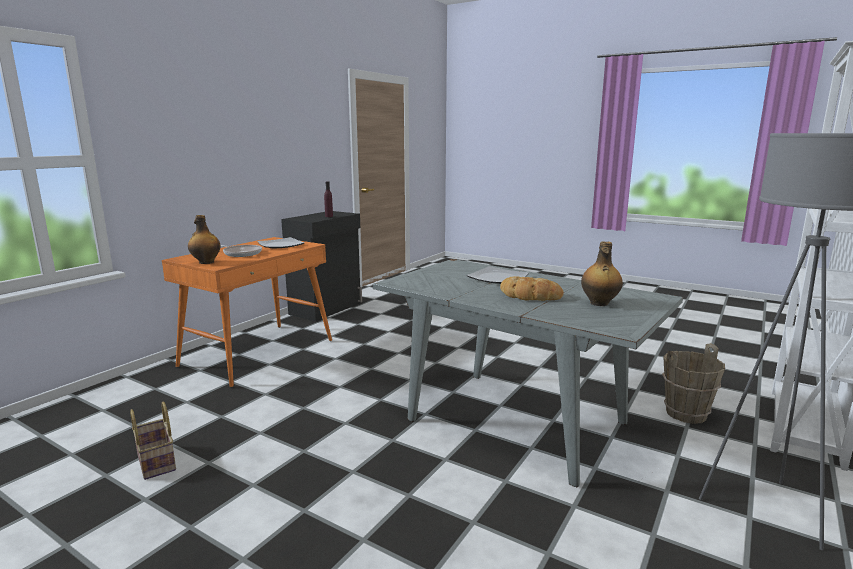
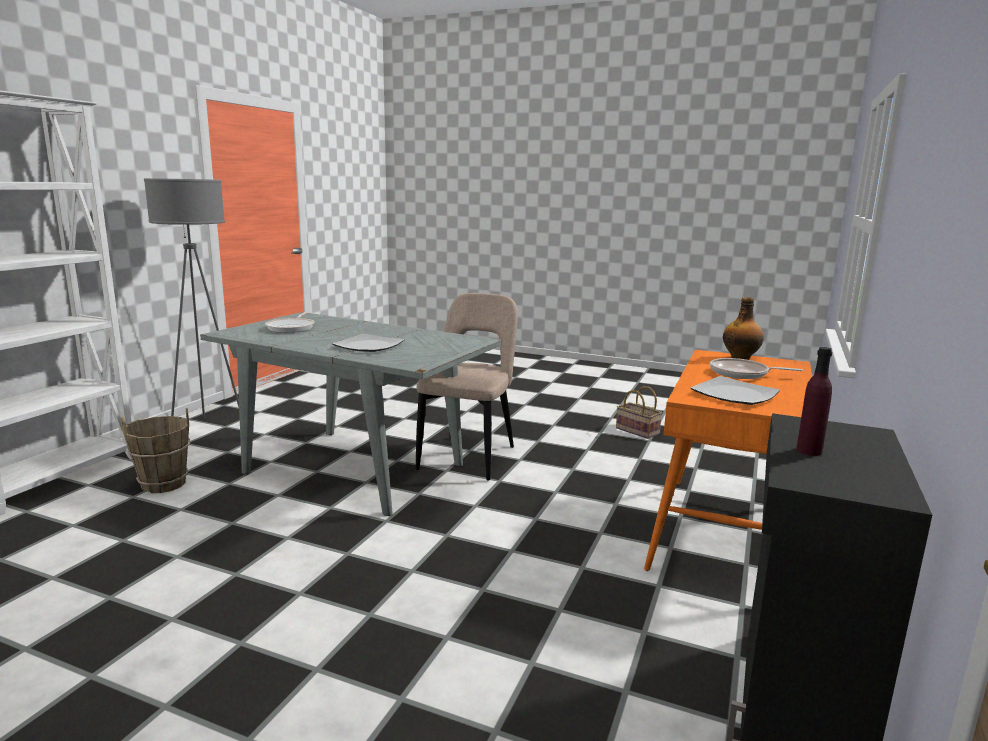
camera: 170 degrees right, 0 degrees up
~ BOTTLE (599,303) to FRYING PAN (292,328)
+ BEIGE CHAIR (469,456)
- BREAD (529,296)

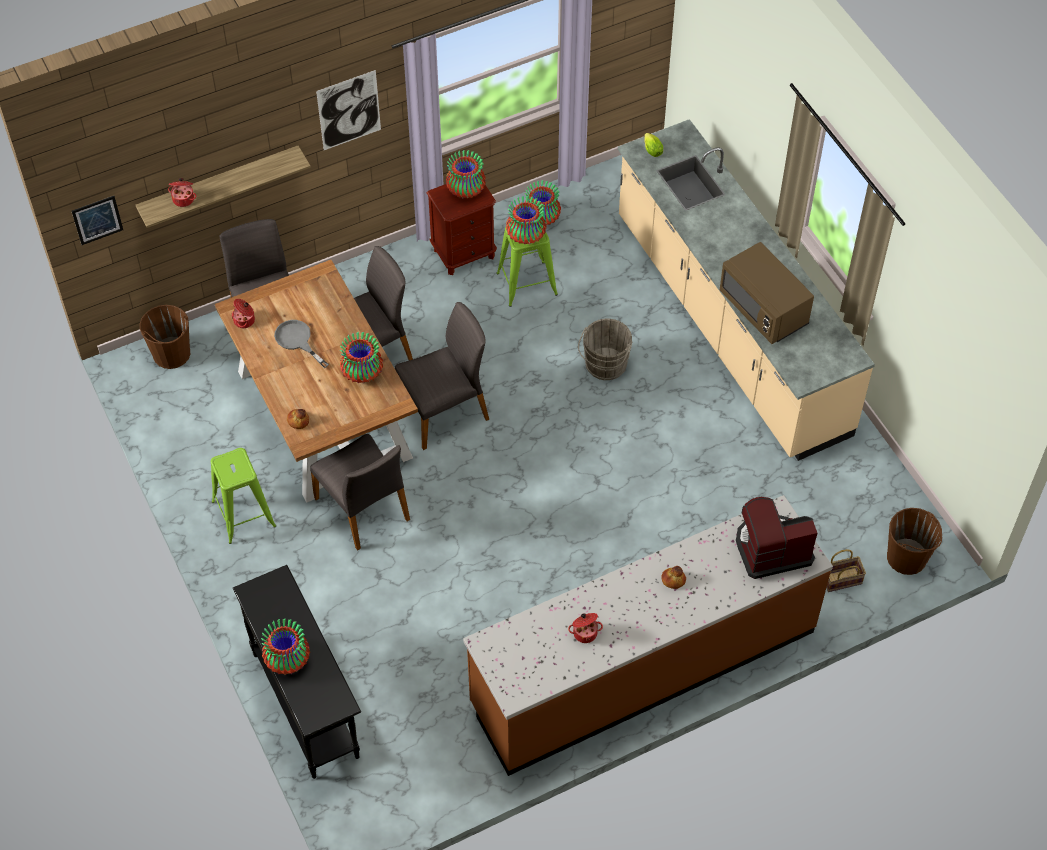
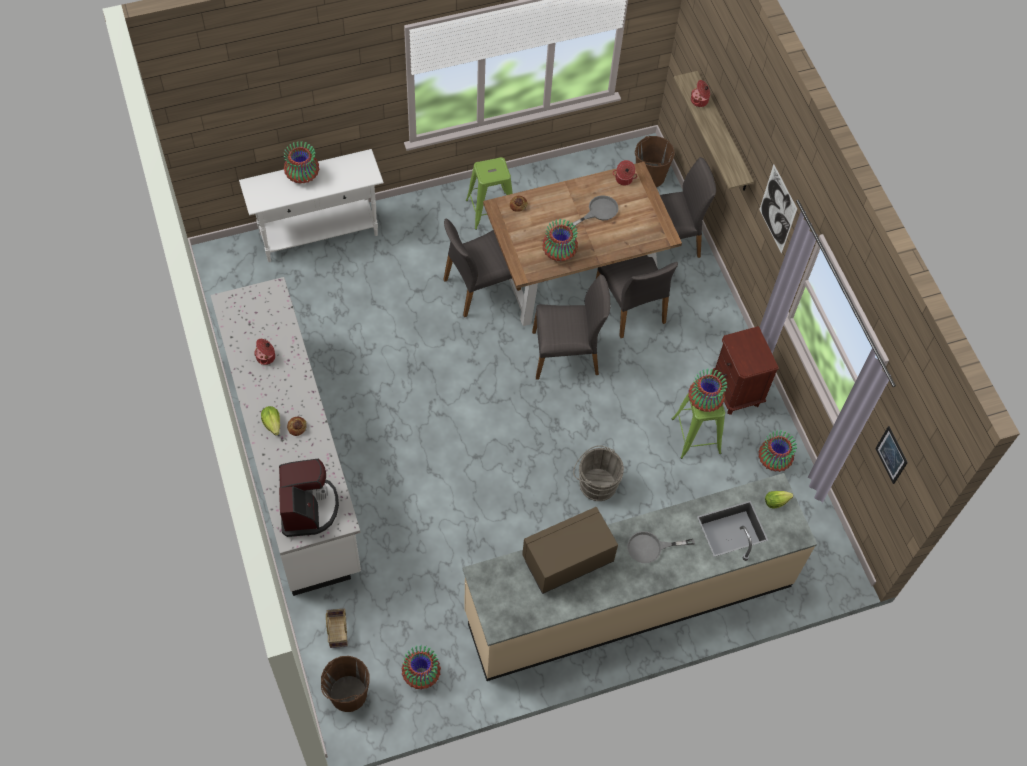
camera: 95 degrees right, 5 degrees up
~ BROWN COUNTER (643,667) to WHITE COUNTER (293,459)
~ BLACK CONSOLE TABLE (306,704) to WHITE CONSOLE TABLE (319,234)
+ LETTUCE (272,424)
~ VASE (466,189) to (421,674)
~ GREY CHAIR (444,411) = (566,354) 75 degrees counterclockwise
+ GREY FRYING PAN (651,548)
~ PICTURE (97,220) to (891,455)

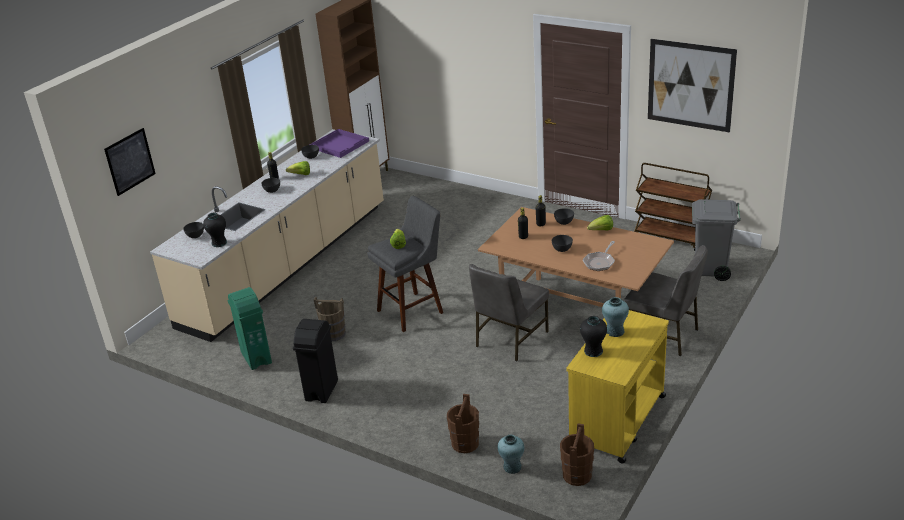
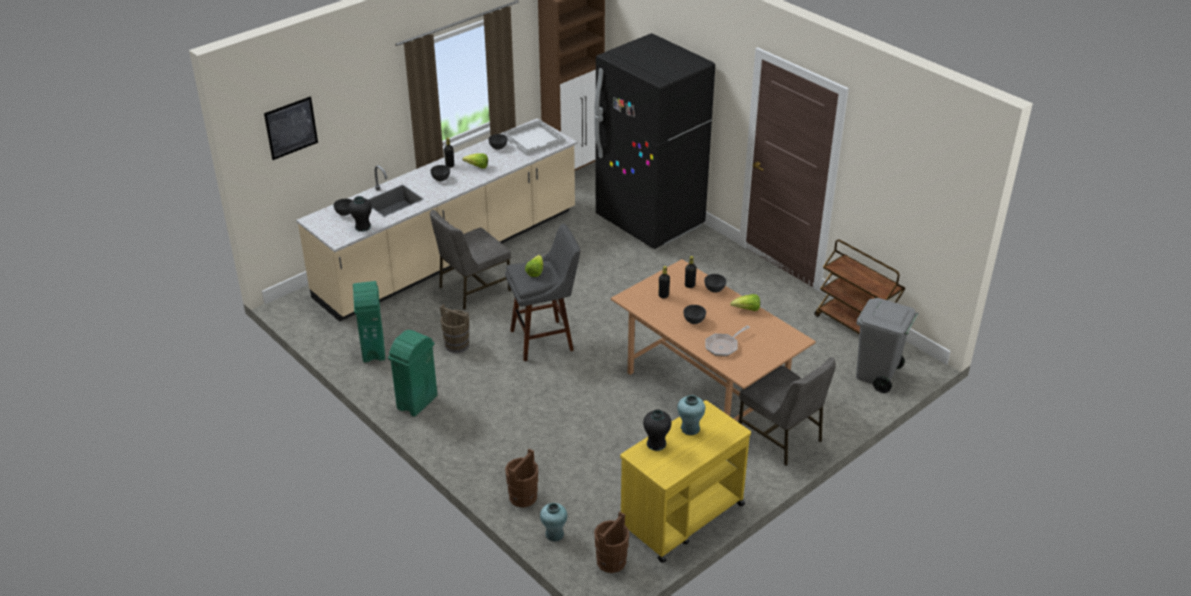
camera: 15 degrees right, 5 degrees up
~ BLACK TRASH CAN (321,391) to GREEN TRASH CAN (416,403)
~ GREY CHAIR (510,339) to (473,289)
~ PURPLE TRAY (340,144) to WHITE TRAY (534,139)
+ BLACK FRIDGE (650,221)
- PICTURE (690,85)

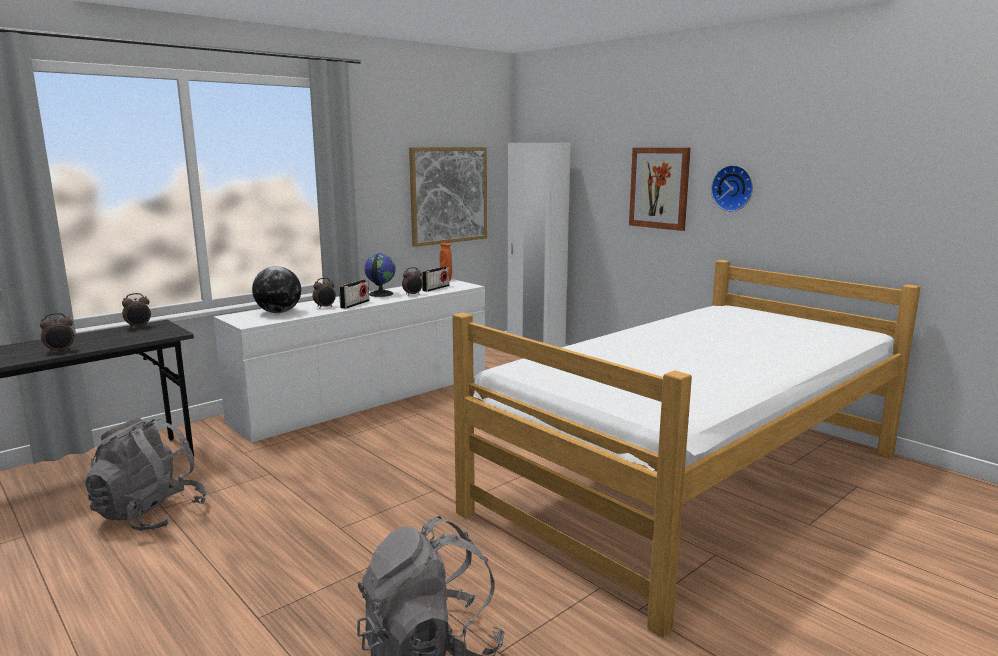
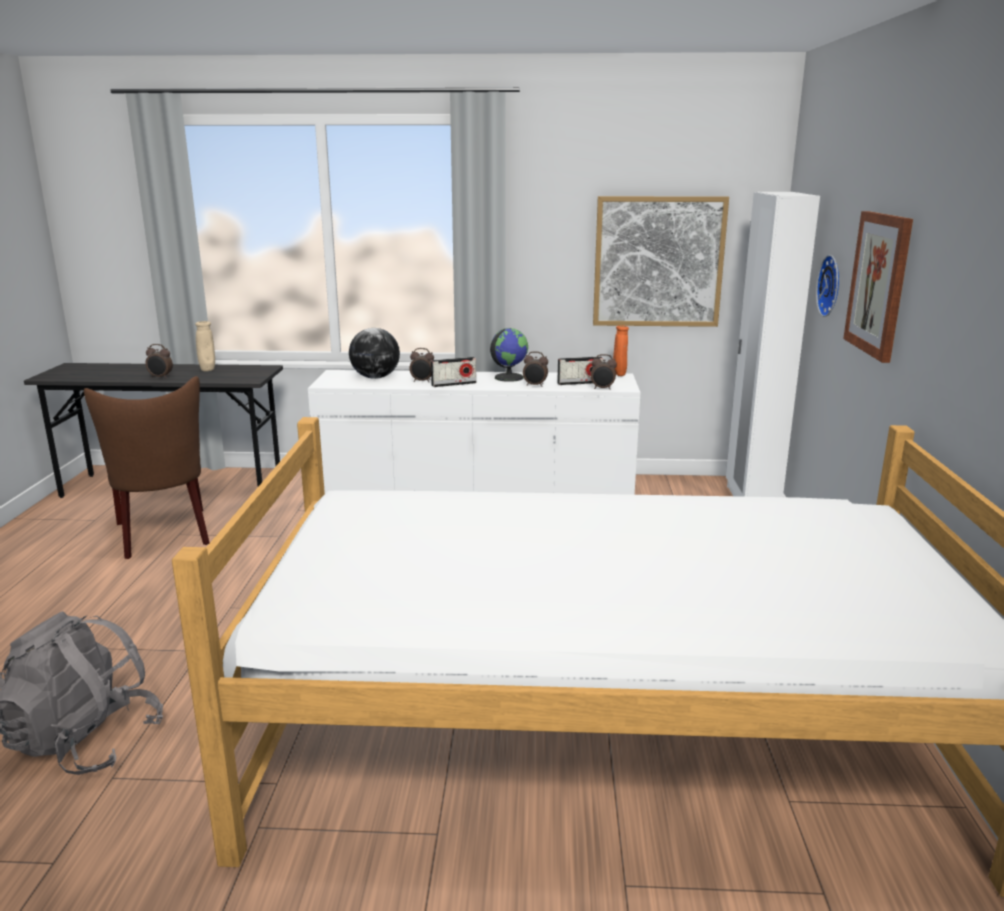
camera: 45 degrees right, 5 degrees up
~ GREY BACKPACK (150,514) to BROWN CHAIR (165,536)
+ BEIGE VASE (208,370)
~ ALARM CLOCK (138,327) to (602,388)
~ WALL CLOCK (733,188) to (832,286)

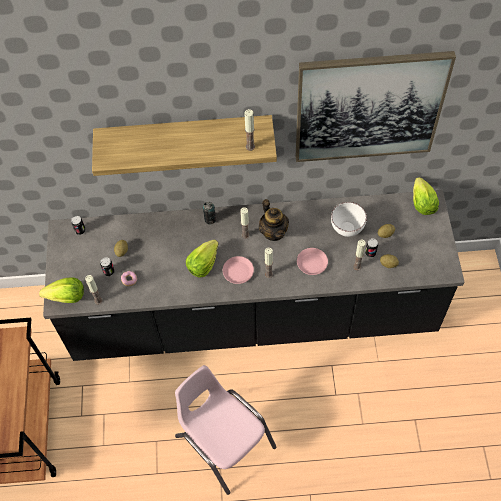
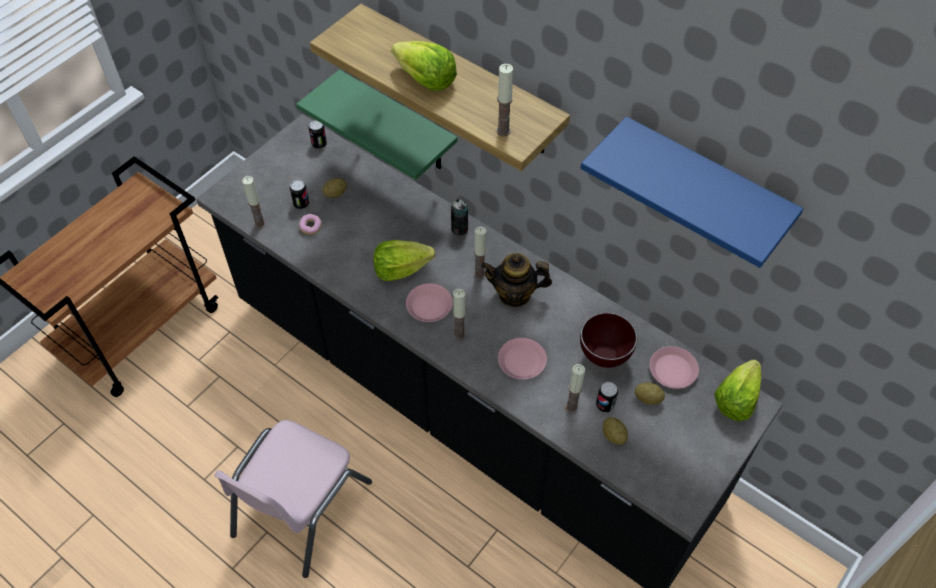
camera: 40 degrees right, 5 degrees down
~ PINK CHAIR (224,441) = (300,508) 150 degrees counterclockwise
+ GREEN SHELF (398,123)
~ LETTUCE (67,297) to (425,80)
~ TEAPOT (273,232) = (515,294) 75 degrees clockwise
~ PICTURE (368,107) to BLUE SHELF (704,186)
~ WHITE BOWL (347,230) to BROWN BOWL (605,358)
+ PINK PLATE (673,370)

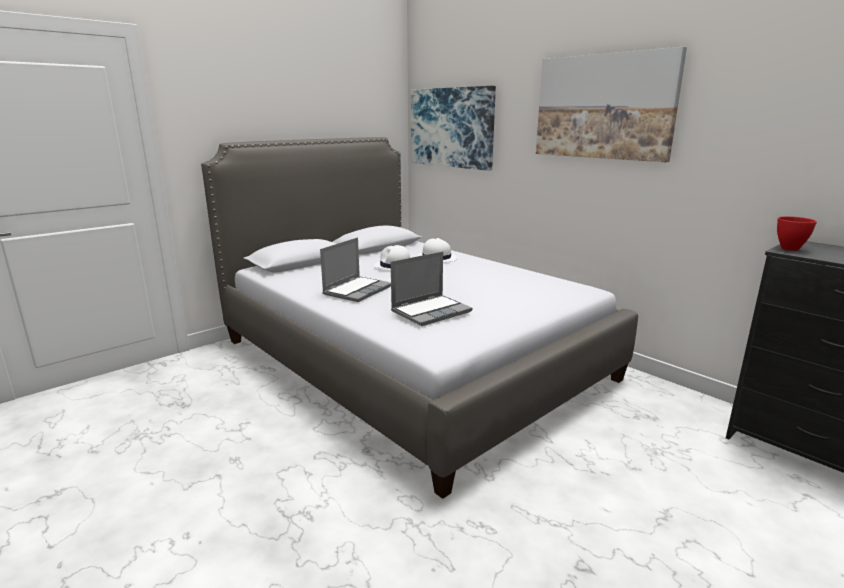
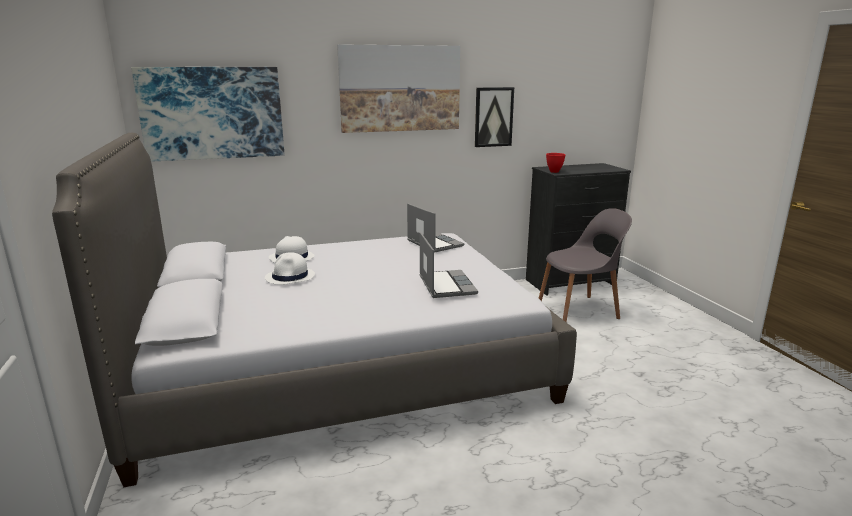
camera: 65 degrees left, 0 degrees up
~ LAPTOP (357,290) to (433,243)
+ PICTURE (493,117)
+ GREY CHAIR (579,310)

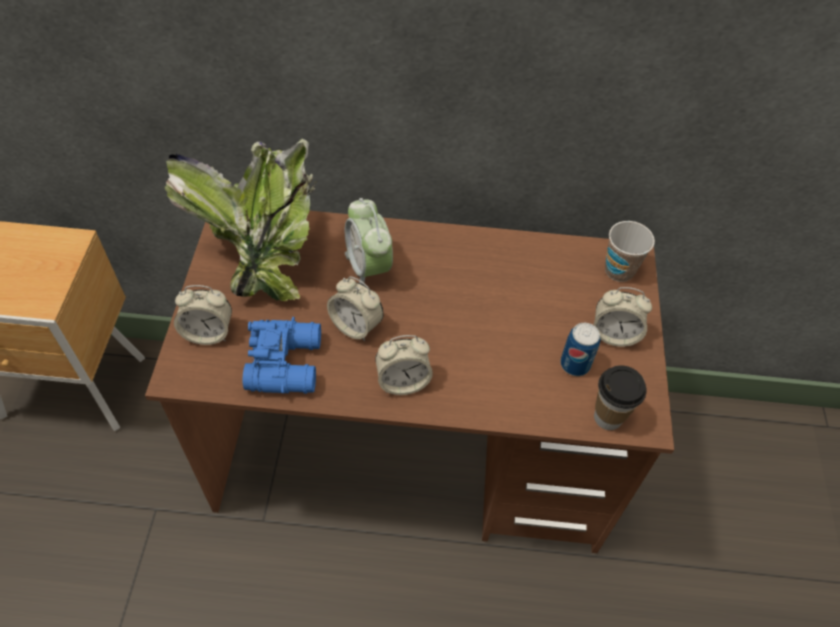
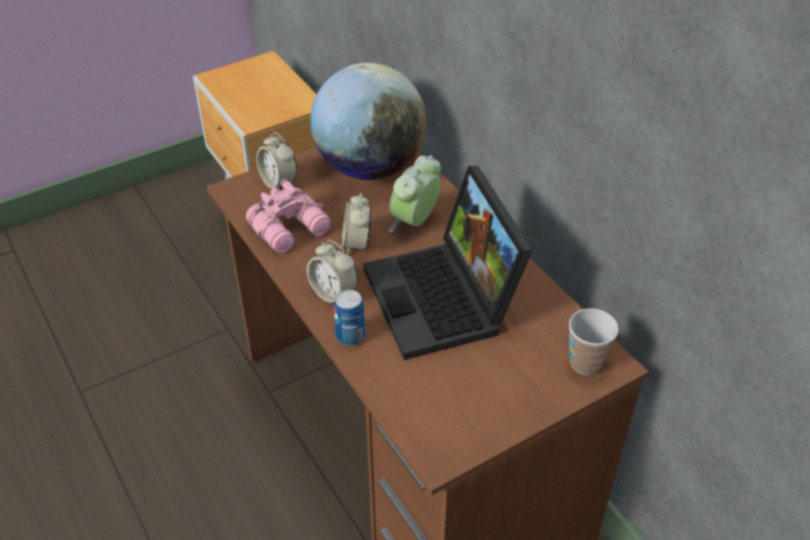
camera: 55 degrees right, 10 degrees down
~ BLUE BINOCULARS (287,362) to PINK BINOCULARS (292,229)
~ POTTED PLANT (263,253) to GLOBE (369,167)
~ CAN (575,364) to (350,336)
+ LAPTOP (445,300)
- ALARM CLOCK (614,334)
- CUP (608,417)

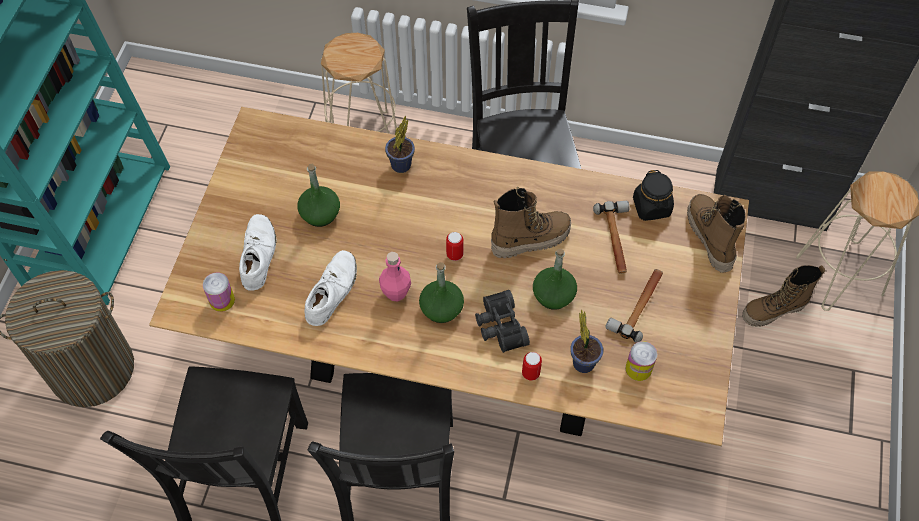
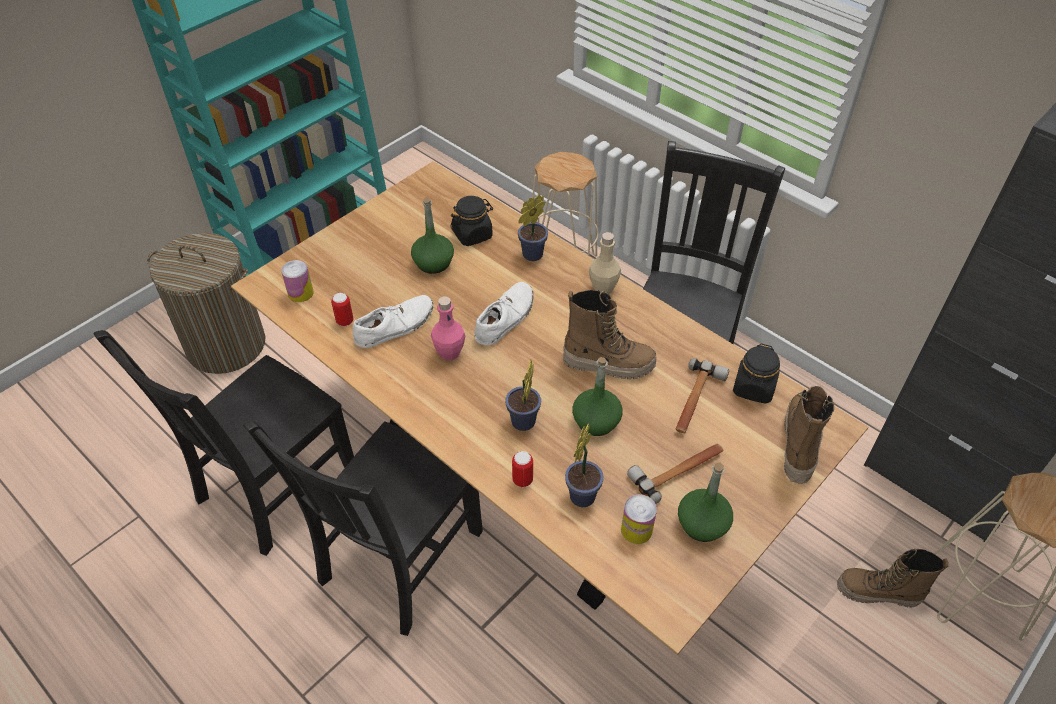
camera: 30 degrees right, 10 degrees down
~ CAN (454,254) to (345,321)
+ BLACK JAR (472,234)
~ WHITE SHOE (258,255) to (505,318)
~ BLACK BINOCULARS (499,327) to POTTED PLANT (522,424)
+ BEIGE BOTTLE (603,288)
~ GREEN BOTTLE (441,309) to (702,524)

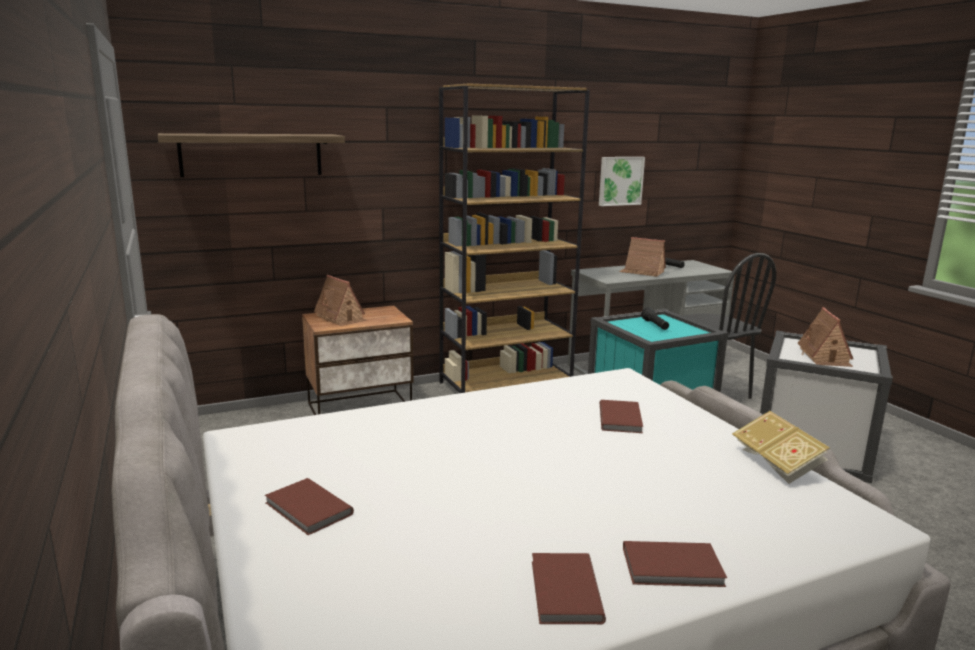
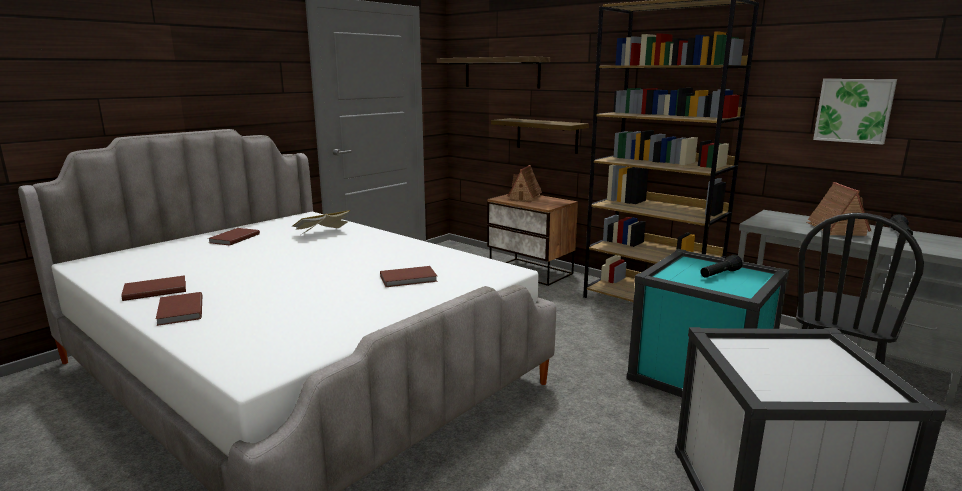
camera: 65 degrees right, 0 degrees up
~ BOOK (777,464) to (323,233)
+ SHELF (547,135)
- TOY HOUSE (824,357)

